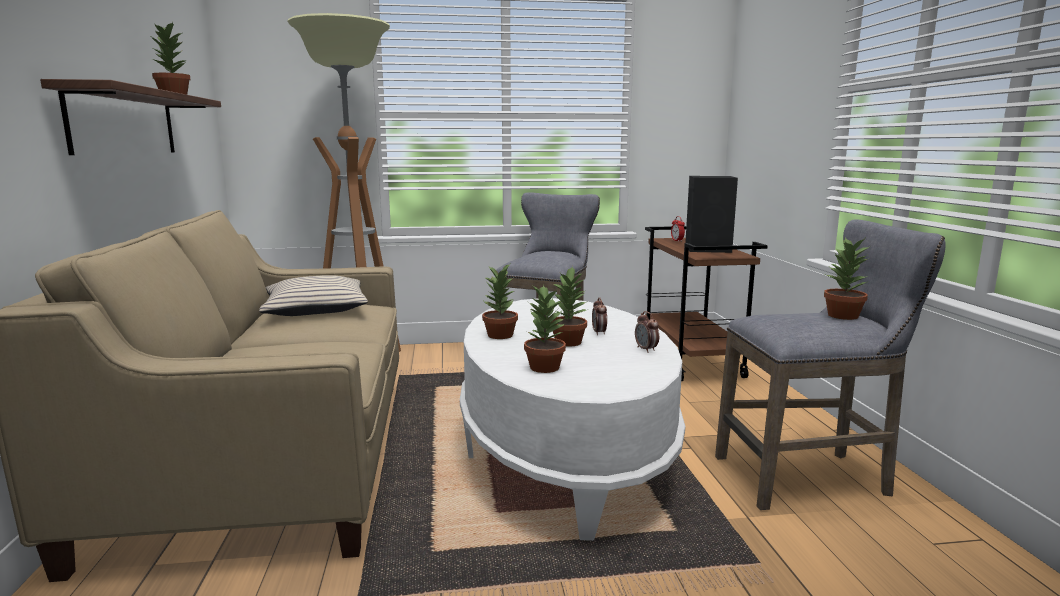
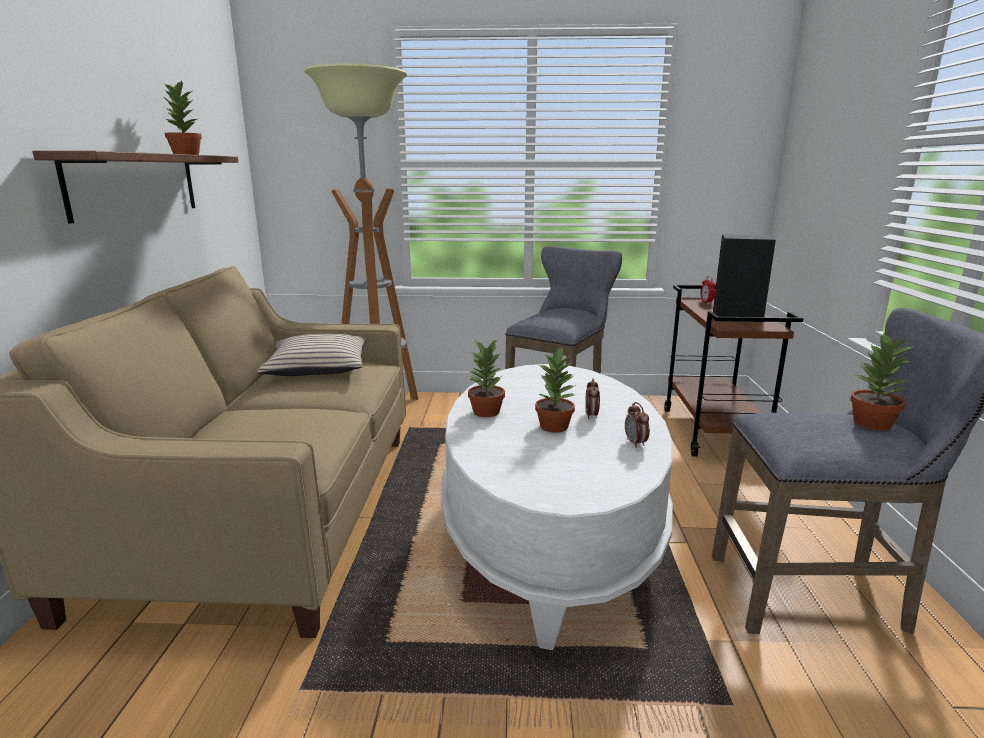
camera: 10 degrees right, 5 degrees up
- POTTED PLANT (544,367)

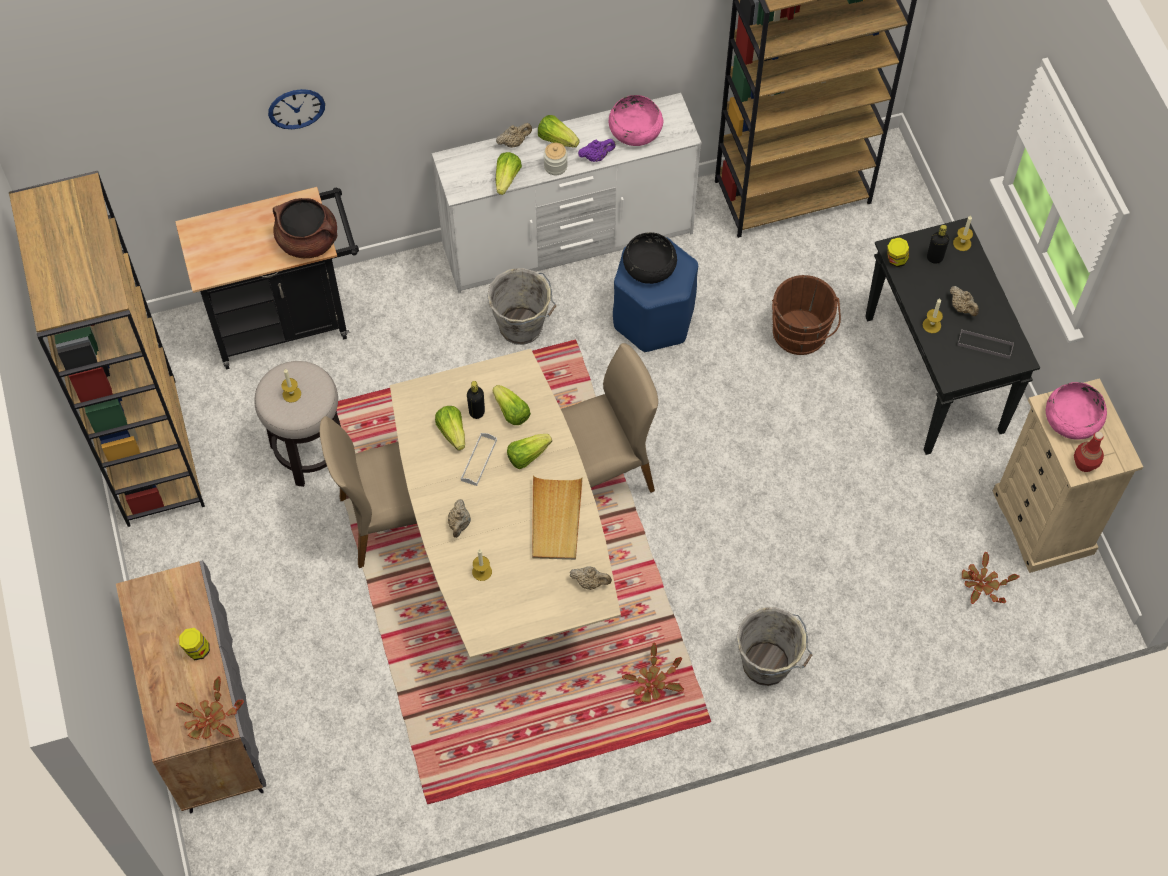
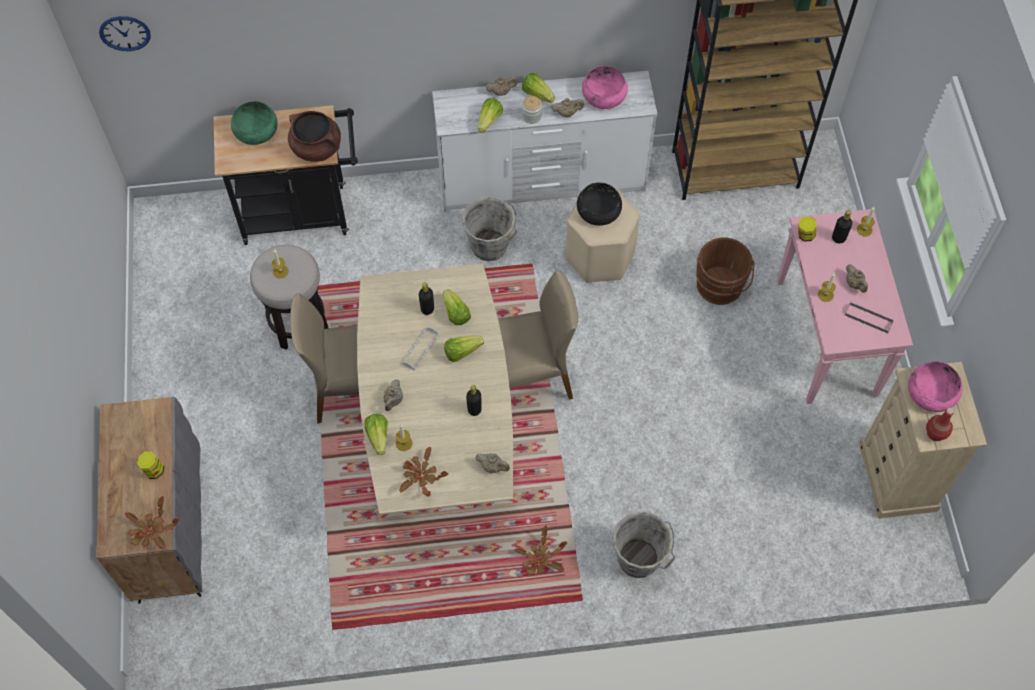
camera: 10 degrees right, 0 degrees up
~ WALL CLOCK (296,108) to (125,33)
+ GREEN BOWL (256,130)
~ LETTUCE (452,432) to (378,436)
~ POTTED PLANT (982,584) to (421,476)
~ BEIGE TRAY (555,520) to BLACK BOTTLE (474,409)
~ PURPLE TEAPOT (596,157) to BEIGE TEAPOT (567,113)
~ BLUE STOOL (653,318) to BEIGE STOOL (600,256)
~ BLACK CONSOLE TABLE (935,375) to PINK CONSOLE TABLE (827,339)
- BROWN BOOKCASE (150,451)

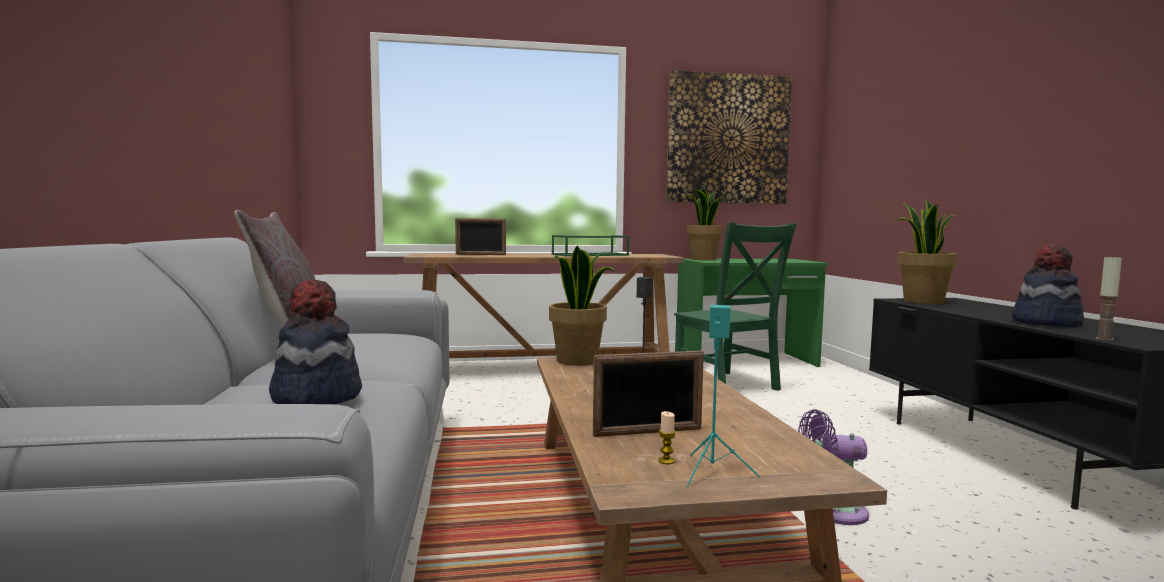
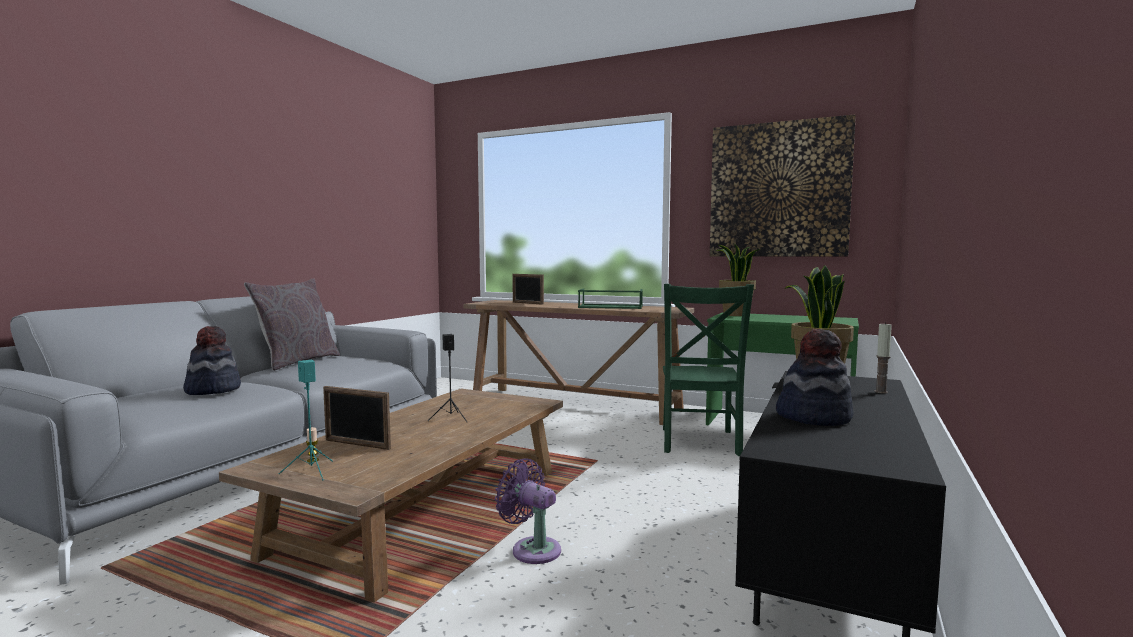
camera: 35 degrees right, 0 degrees up
~ CANDLE (1104,339) to (881,392)
- POTTED PLANT (578,361)

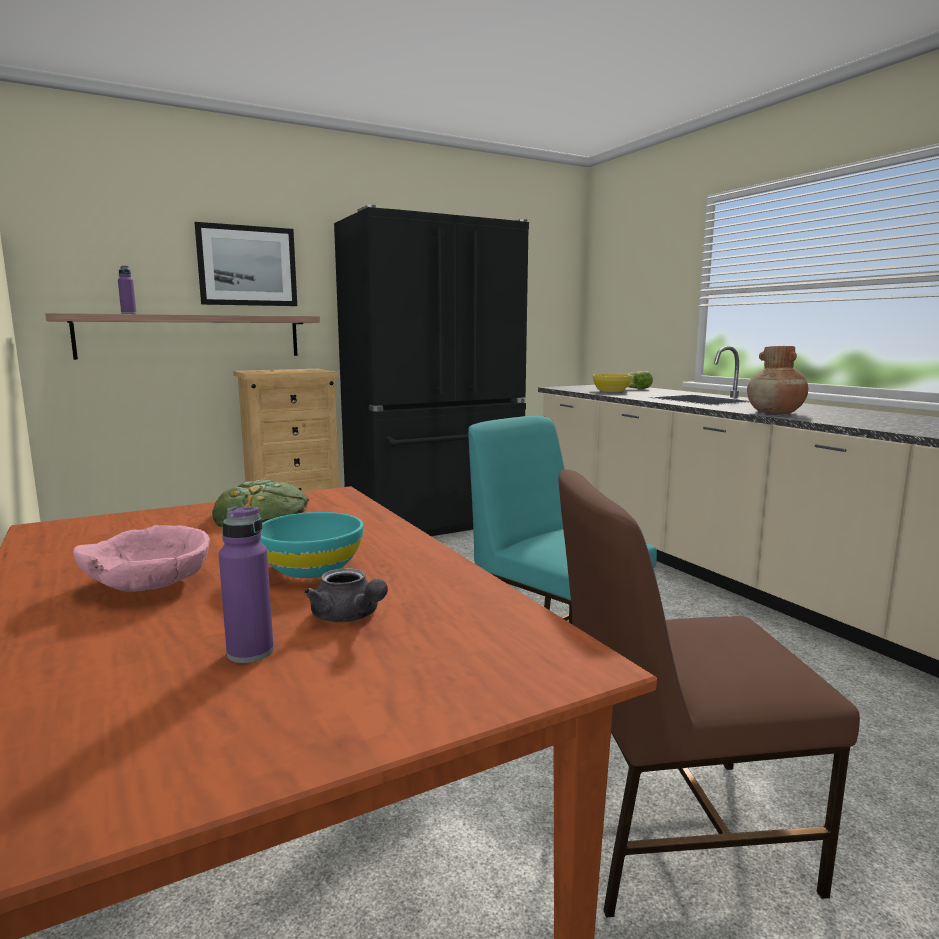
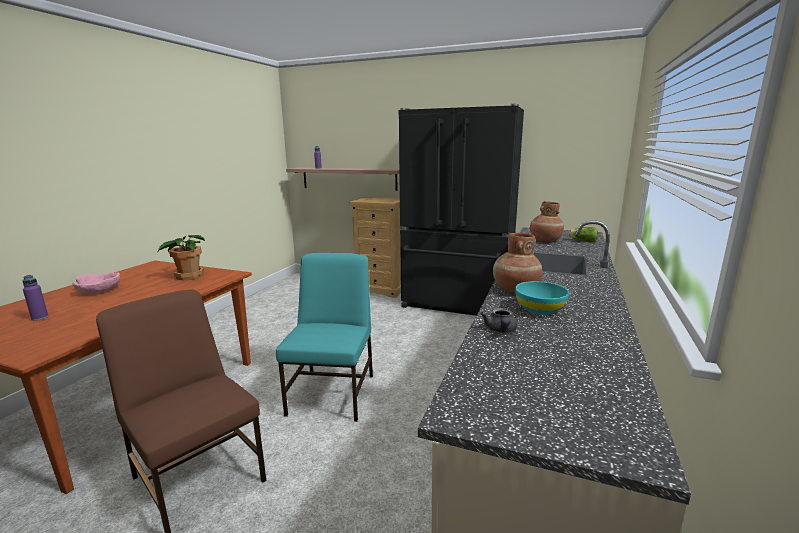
camera: 50 degrees right, 5 degrees up
~ BREAD (261,515) to POTTED PLANT (188,276)
~ GREY TEAPOT (349,617) to (500,330)
~ TURQUOISE BOWL (312,568) to (540,309)
~ YELLOW BOWL (611,391) to BROWN VASE (545,240)
- PICTURE (247,266)

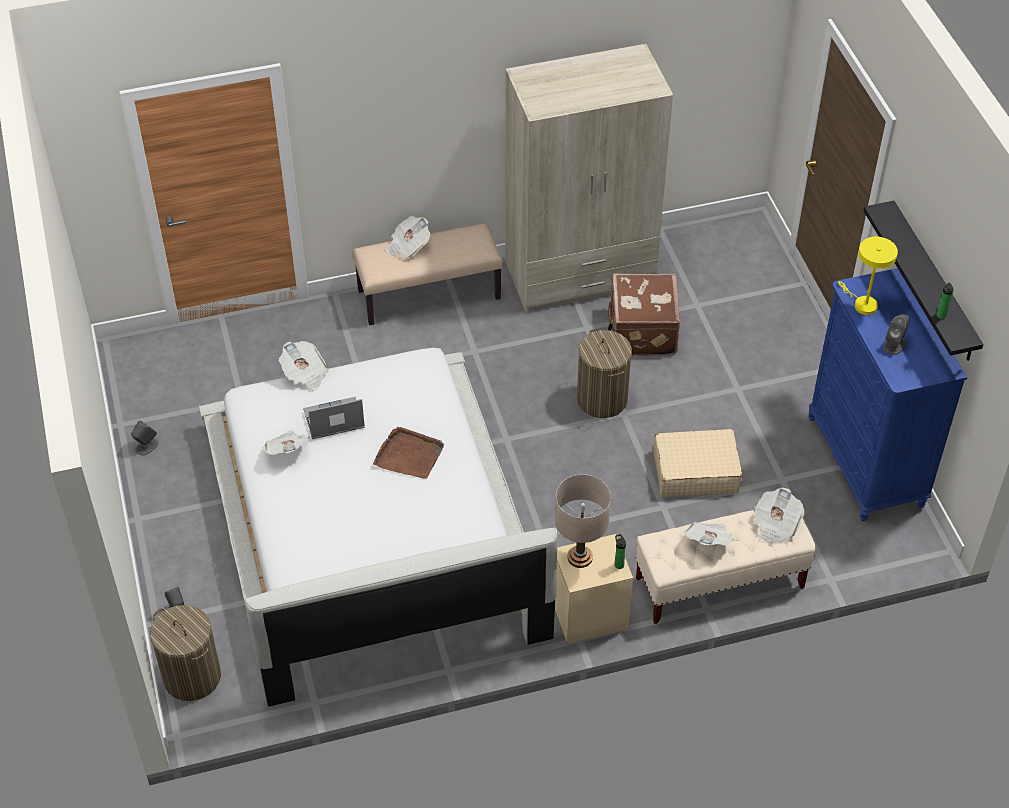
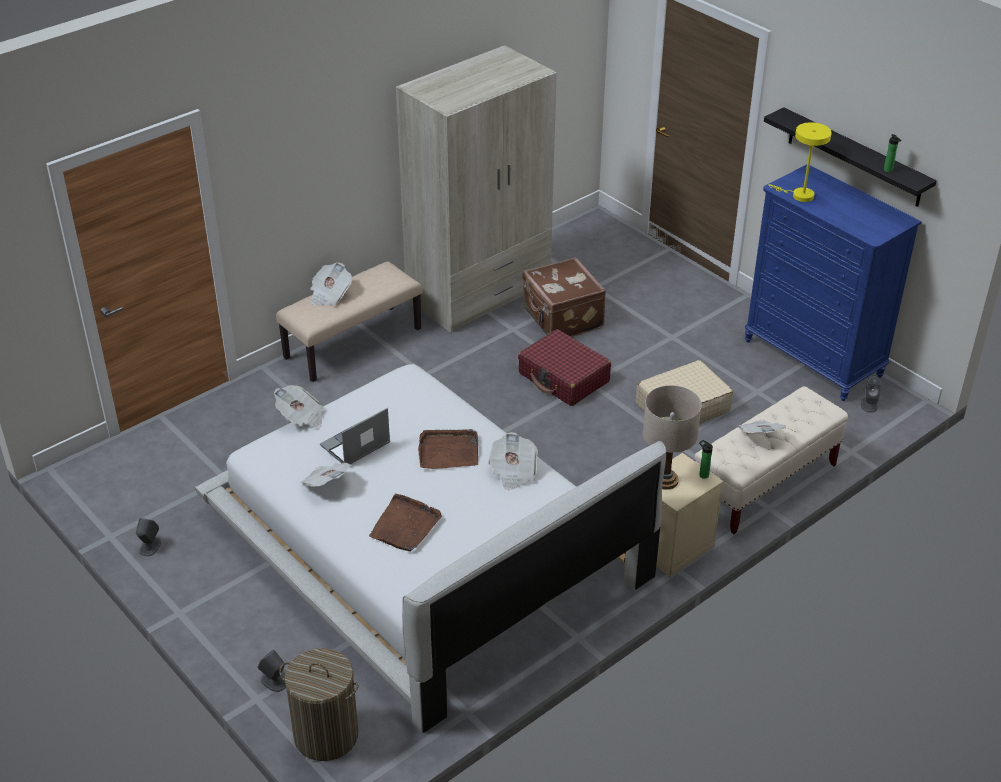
camera: 25 degrees left, 10 degrees down
+ BROWN TRAY (405,526)
~ NEWSPAPER (775,525) to (513,472)
~ LAUNDRY BASKET (602,399) to RED SUITCASE (564,378)
~ GREY SPEAKER (894,345) to (869,404)

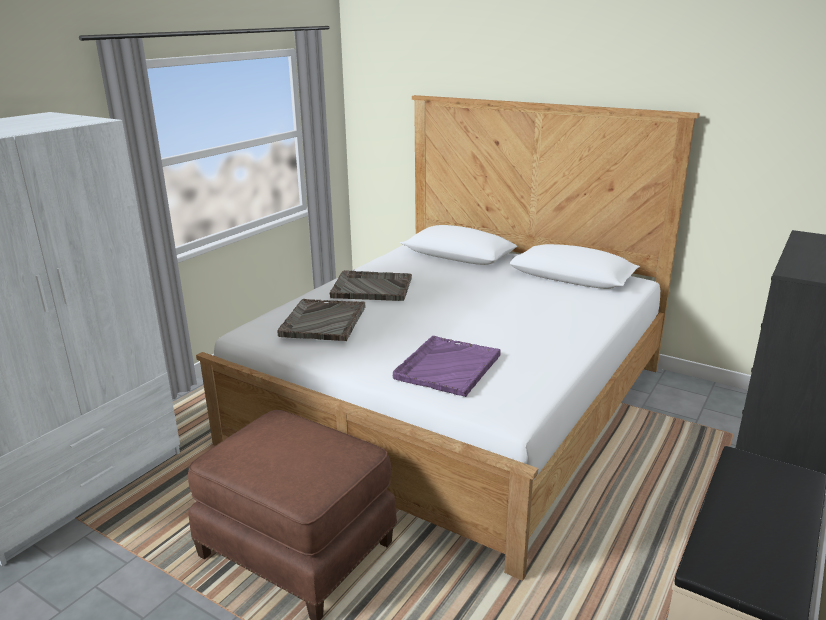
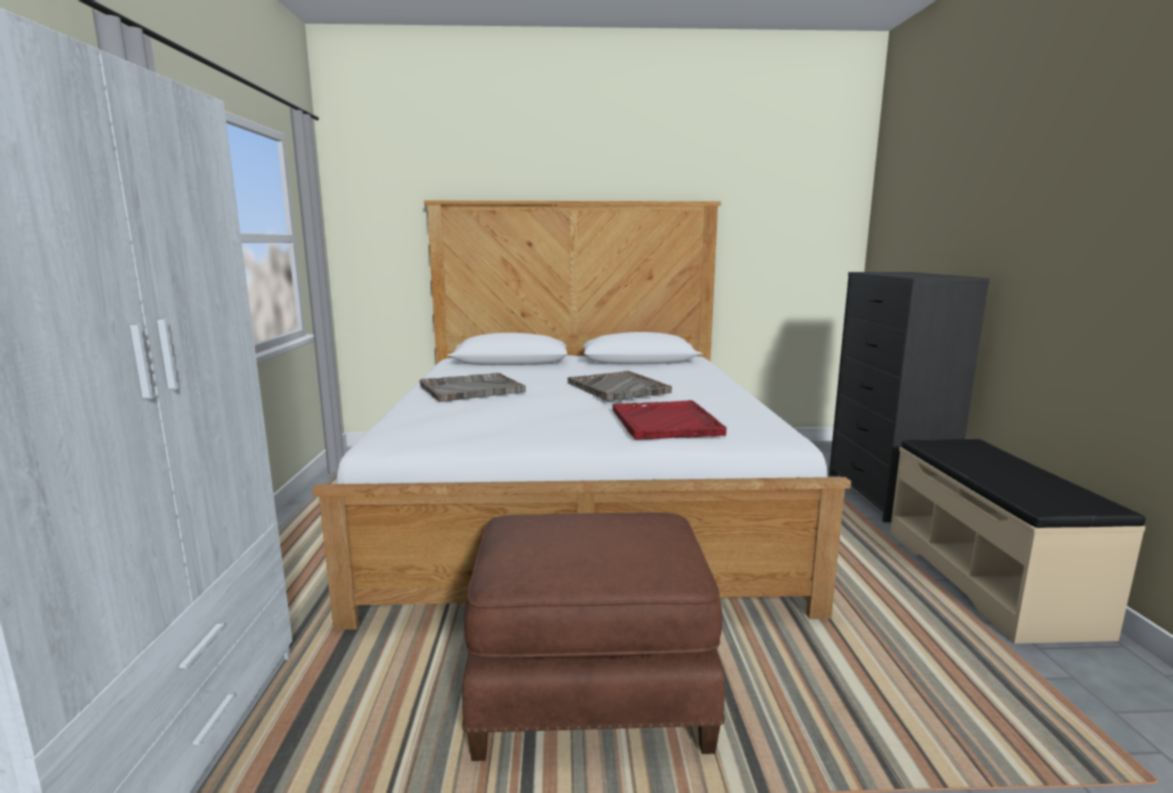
camera: 35 degrees left, 10 degrees down
~ GREY TRAY (323,322) to (618,388)
~ PURPLE TRAY (447,367) to RED TRAY (665,422)

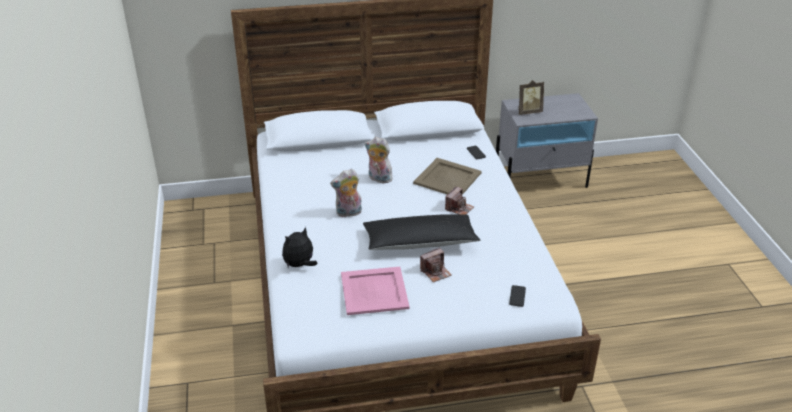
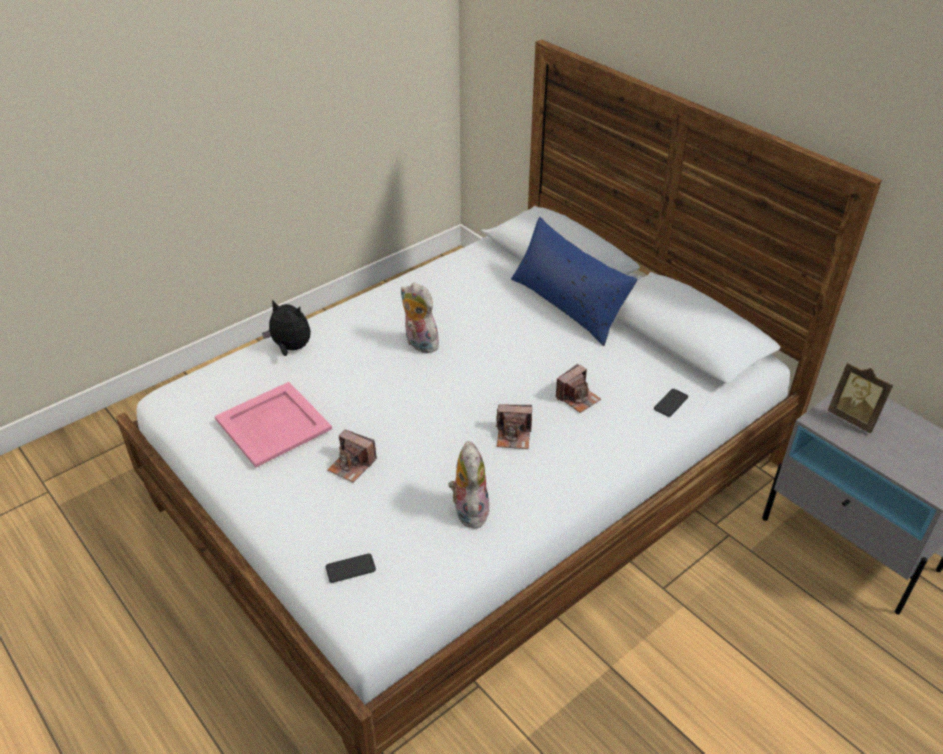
camera: 60 degrees right, 5 degrees up
~ PLUSH TOY (378,179) to (468,510)
+ BLUE PILLOW (568,305)
~ BEIGE TRAY (447,178) to PHOTO CAMERA (577,398)
- BLACK PILLOW (420,242)

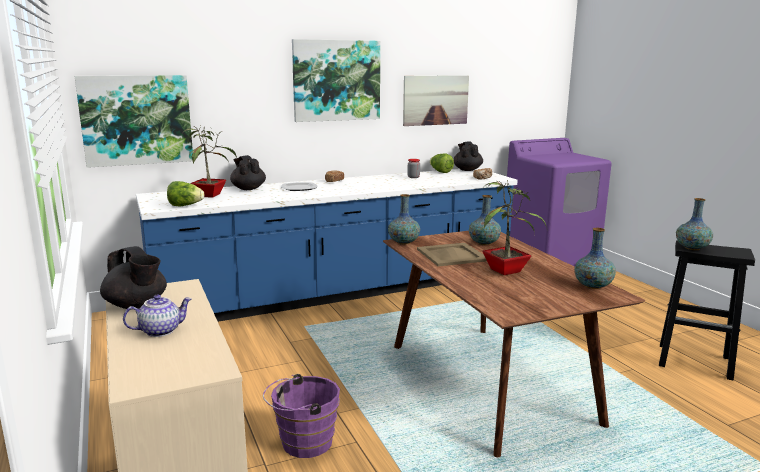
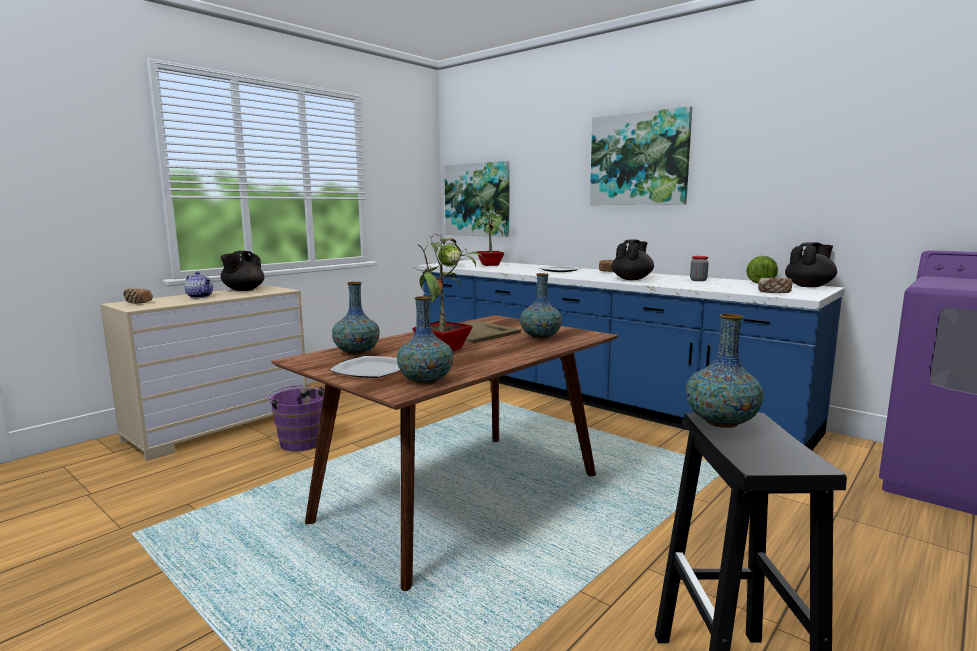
camera: 65 degrees right, 5 degrees down
+ BREAD (137,303)
+ PLATE (370,370)
~ VASE (403,242) to (356,352)
~ BLACK TEAPOT (248,189) to (632,279)
- PICTURE (435,100)

